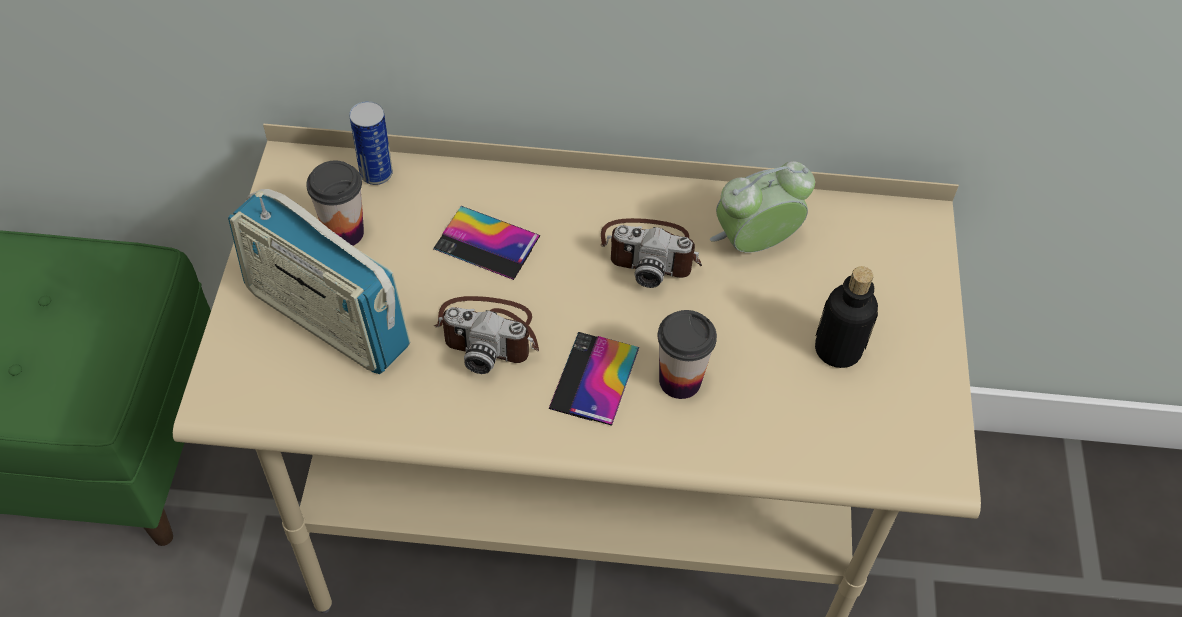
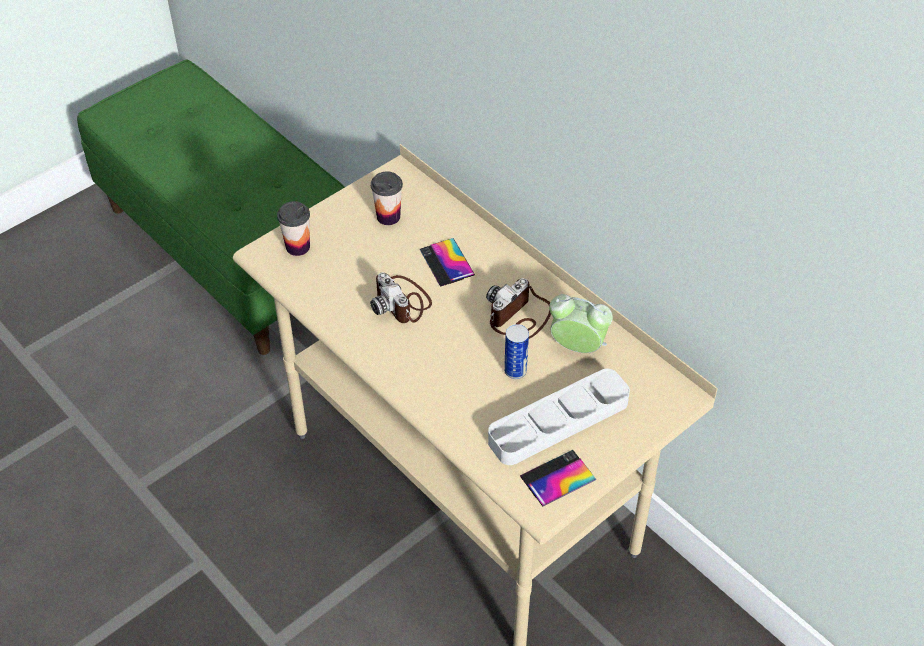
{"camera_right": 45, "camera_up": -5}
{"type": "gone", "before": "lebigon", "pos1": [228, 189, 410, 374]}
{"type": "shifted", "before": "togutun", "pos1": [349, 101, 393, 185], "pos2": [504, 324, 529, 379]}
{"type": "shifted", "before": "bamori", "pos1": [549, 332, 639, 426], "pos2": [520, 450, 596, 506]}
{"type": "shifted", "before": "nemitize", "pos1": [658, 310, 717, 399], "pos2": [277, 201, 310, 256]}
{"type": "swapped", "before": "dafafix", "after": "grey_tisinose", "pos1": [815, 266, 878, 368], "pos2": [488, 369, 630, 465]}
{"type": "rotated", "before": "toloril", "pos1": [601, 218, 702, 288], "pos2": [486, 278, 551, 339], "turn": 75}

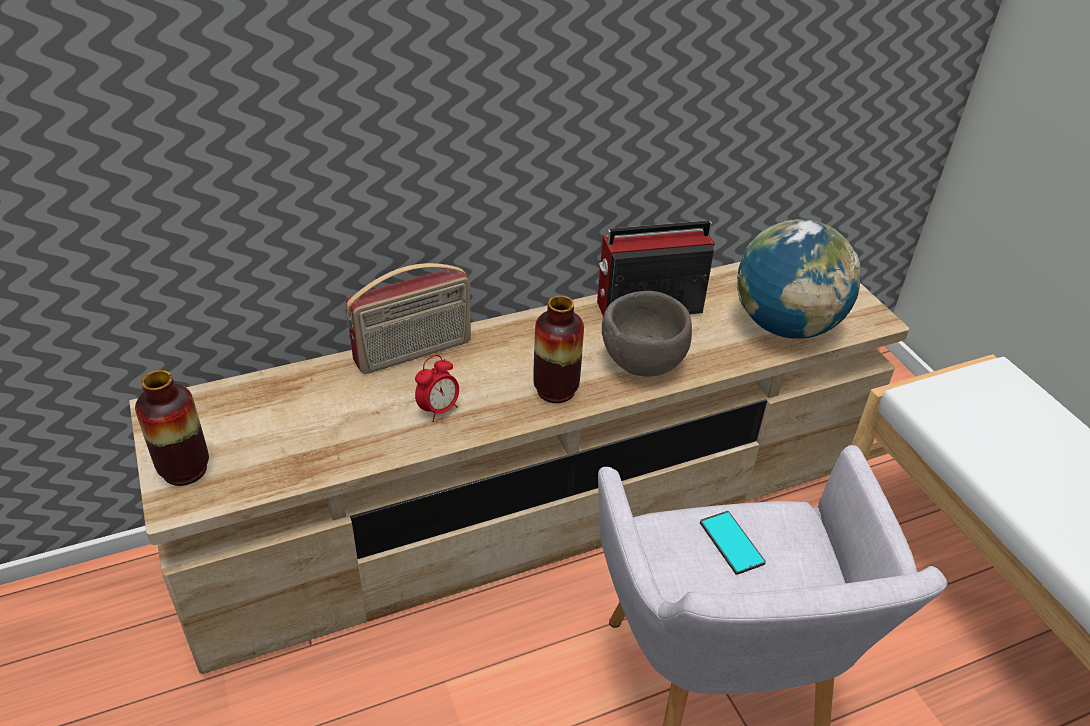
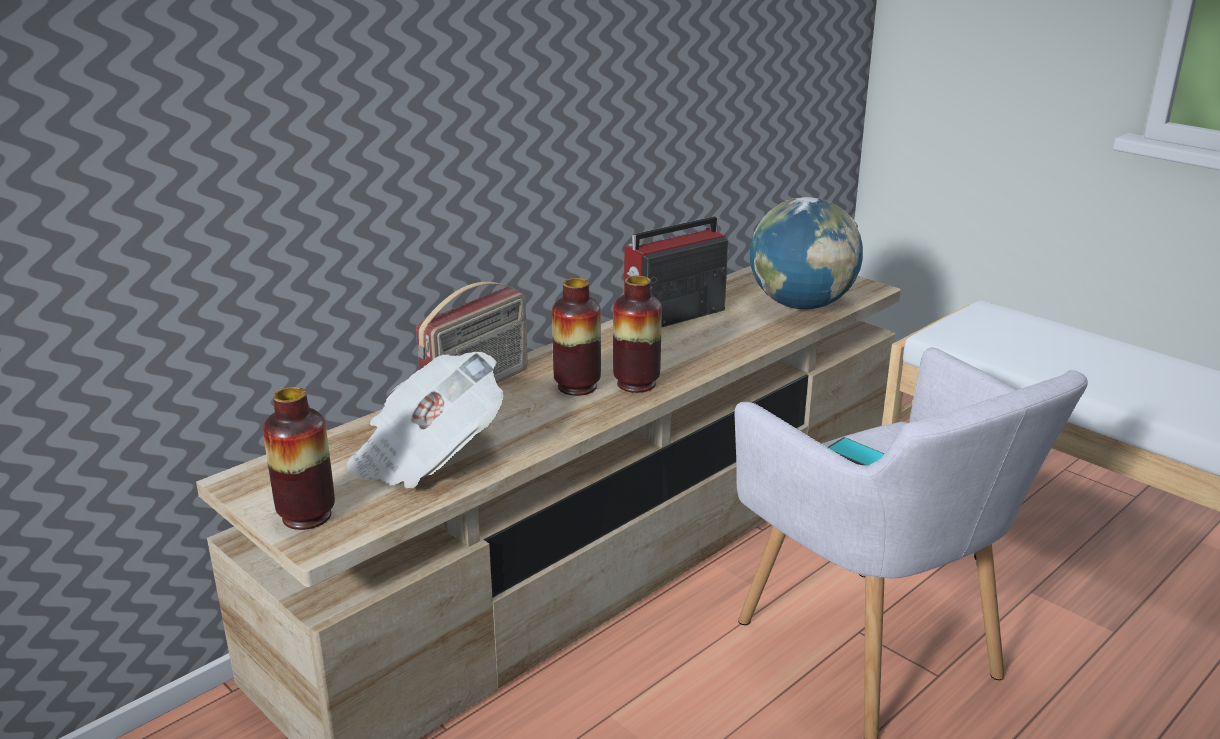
{"camera_right": -20, "camera_up": -15}
{"type": "gone", "before": "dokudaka", "pos1": [415, 355, 459, 422]}
{"type": "gone", "before": "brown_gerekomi", "pos1": [602, 291, 692, 377]}
{"type": "new", "after": "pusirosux", "pos2": [346, 352, 504, 488]}
{"type": "new", "after": "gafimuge", "pos2": [552, 278, 601, 396]}

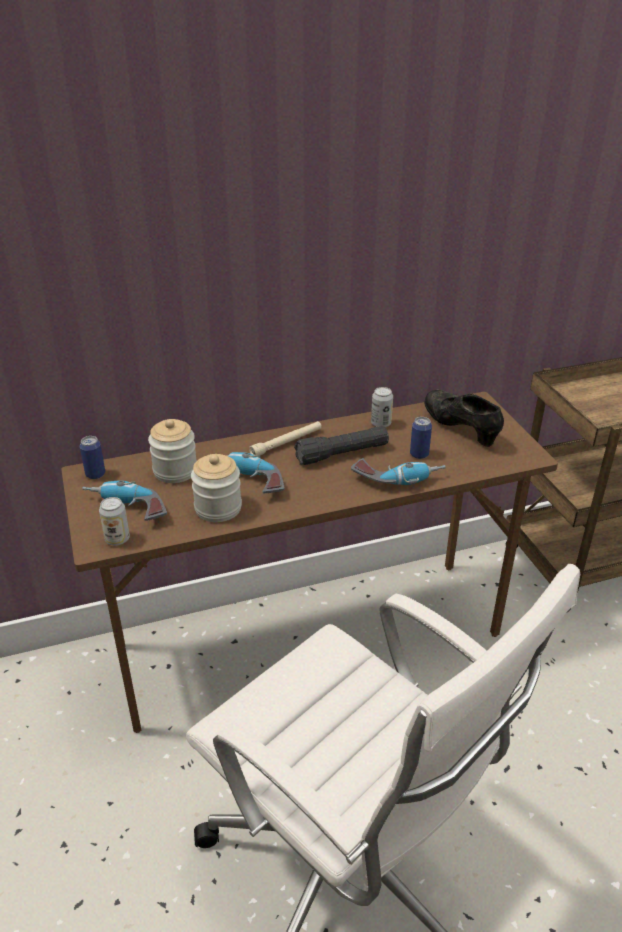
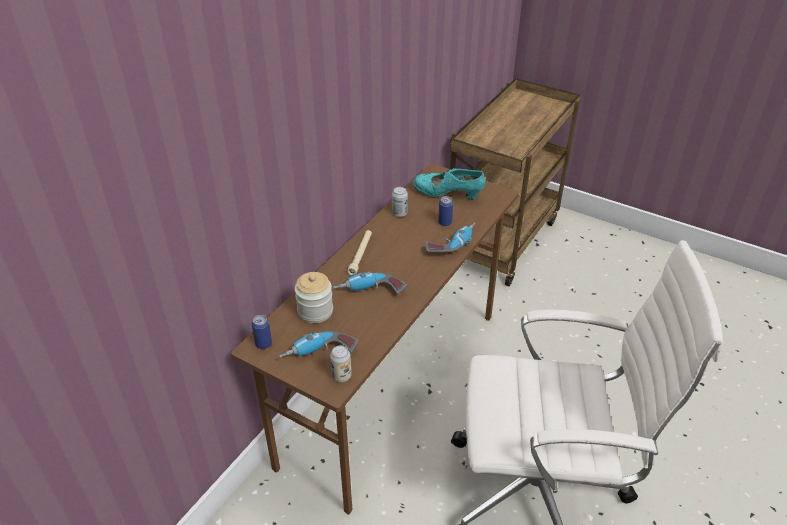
{"camera_right": -40, "camera_up": 5}
{"type": "gone", "before": "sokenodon", "pos1": [191, 454, 242, 522]}
{"type": "gone", "before": "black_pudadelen", "pos1": [294, 426, 389, 465]}
{"type": "repainted", "before": "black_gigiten", "after": "turquoise_gigiten", "pos1": [424, 390, 504, 447], "pos2": [413, 168, 485, 200]}

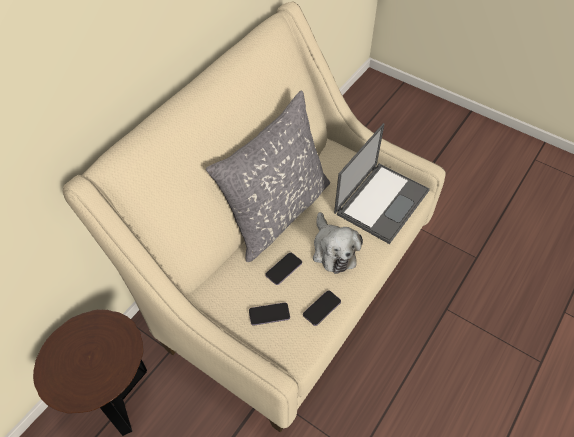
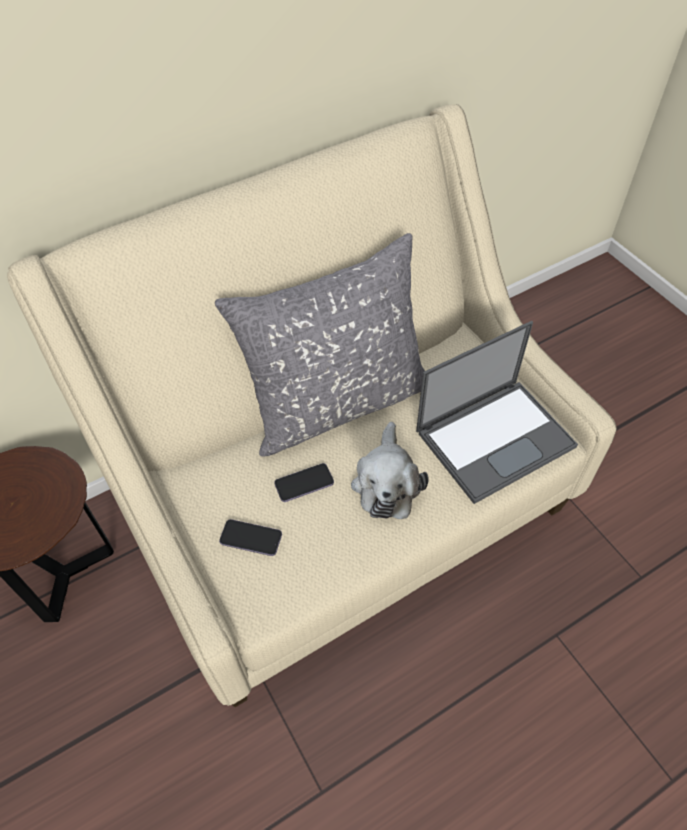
{"camera_right": 25, "camera_up": 0}
{"type": "gone", "before": "bamori", "pos1": [303, 290, 341, 326]}

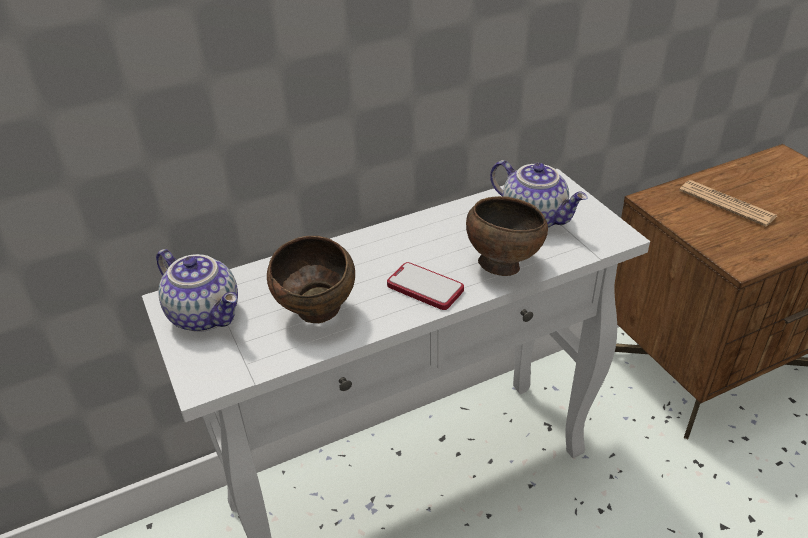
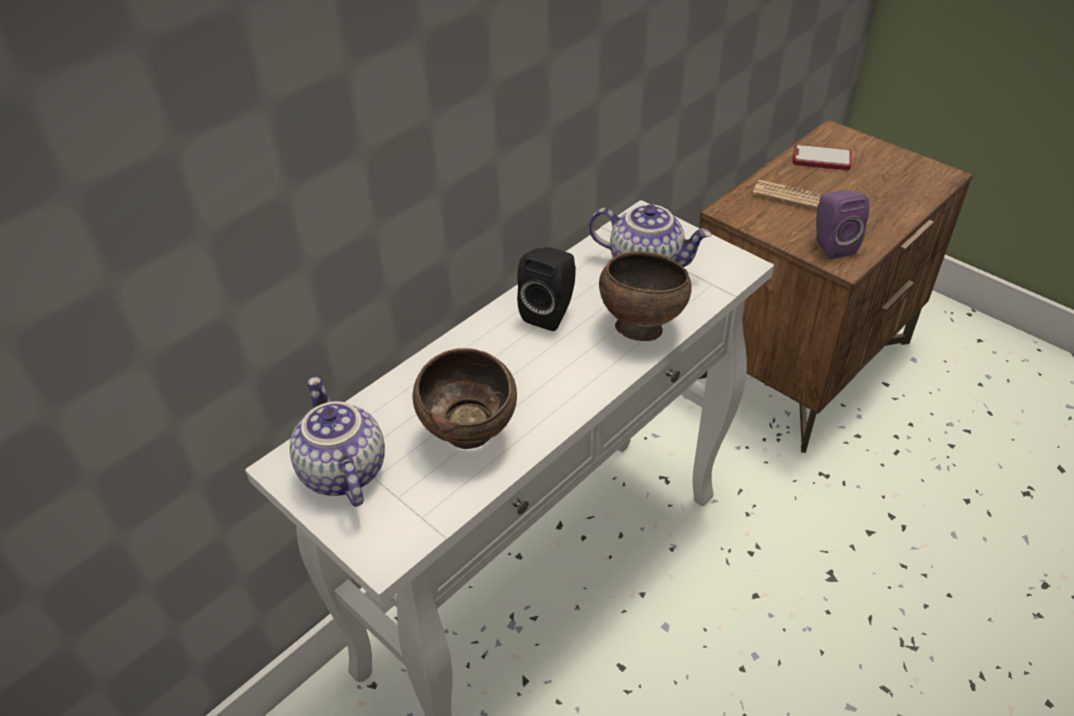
{"camera_right": -20, "camera_up": 5}
{"type": "new", "after": "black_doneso", "pos2": [517, 247, 576, 331]}
{"type": "new", "after": "purple_doneso", "pos2": [816, 190, 869, 259]}
{"type": "shifted", "before": "bamori", "pos1": [387, 262, 464, 310], "pos2": [793, 145, 852, 170]}
{"type": "rotated", "before": "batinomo", "pos1": [156, 249, 238, 332], "pos2": [290, 377, 385, 507], "turn": -135}

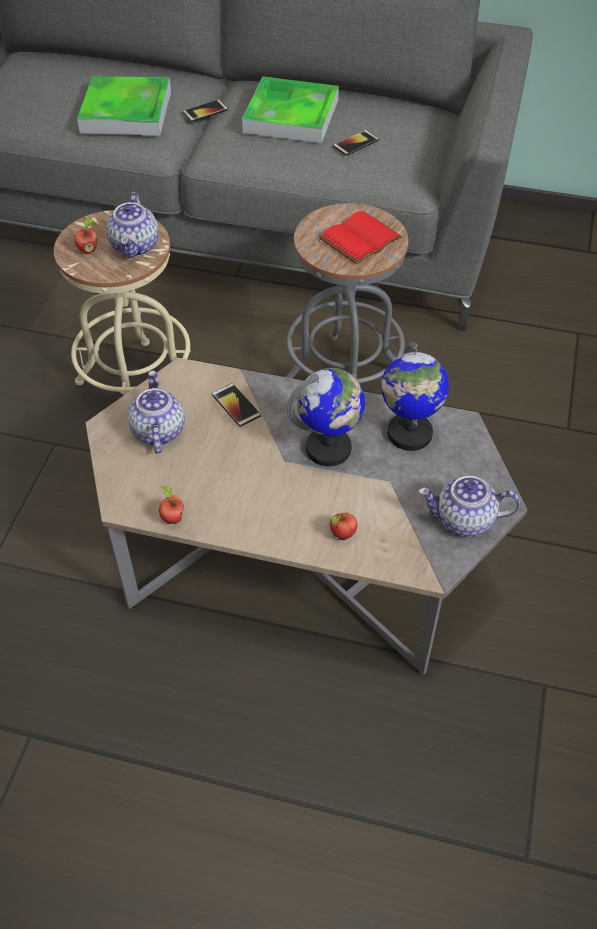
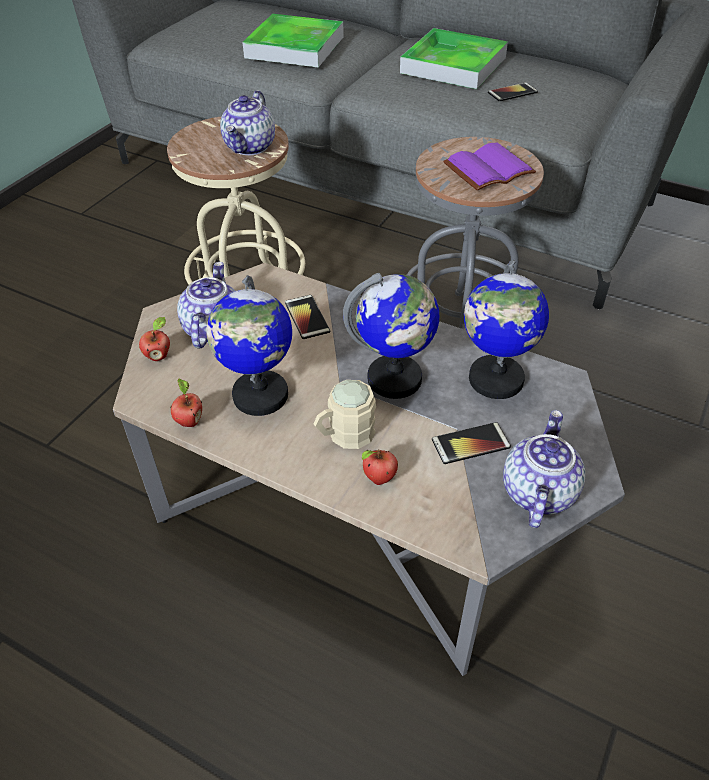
{"camera_right": 15, "camera_up": -5}
{"type": "new", "after": "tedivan", "pos2": [206, 275, 292, 416]}
{"type": "new", "after": "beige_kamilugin", "pos2": [313, 380, 376, 449]}
{"type": "shifted", "before": "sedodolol", "pos1": [74, 217, 98, 254], "pos2": [139, 317, 170, 361]}
{"type": "shifted", "before": "bamori", "pos1": [182, 100, 228, 122], "pos2": [432, 422, 511, 464]}
{"type": "repainted", "before": "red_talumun", "after": "purple_talumun", "pos1": [319, 211, 402, 264], "pos2": [443, 143, 536, 191]}
{"type": "rotated", "before": "batinomo", "pos1": [419, 476, 520, 537], "pos2": [503, 410, 586, 528], "turn": 90}

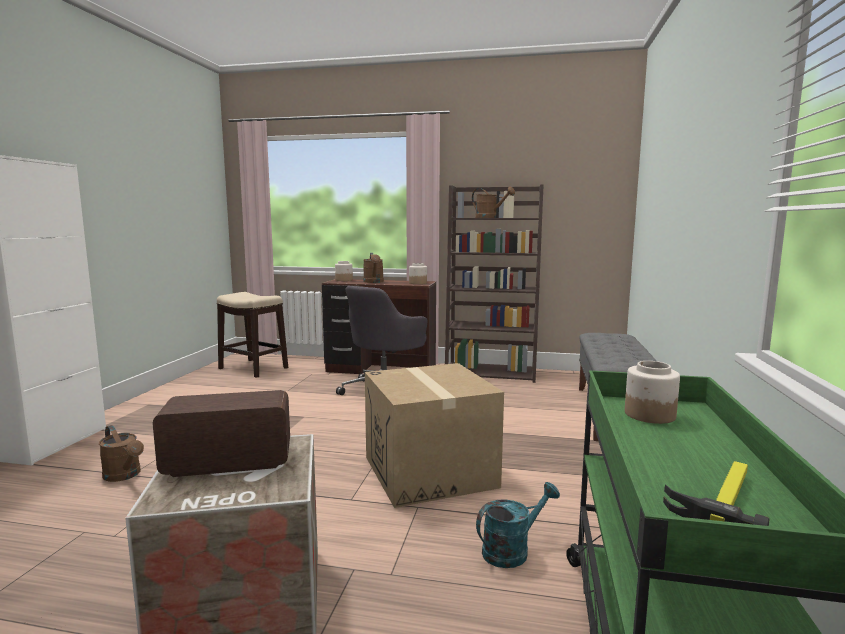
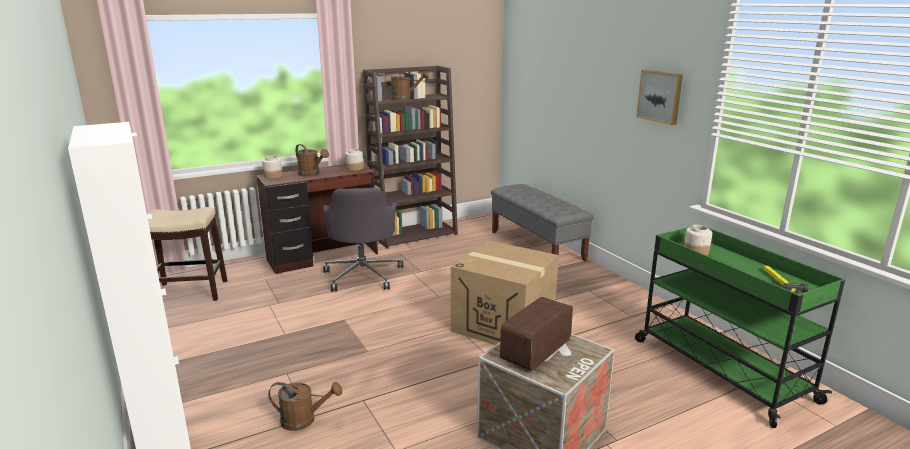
{"camera_right": -40, "camera_up": 10}
{"type": "gone", "before": "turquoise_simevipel", "pos1": [476, 482, 560, 568]}
{"type": "new", "after": "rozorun", "pos2": [636, 70, 683, 125]}

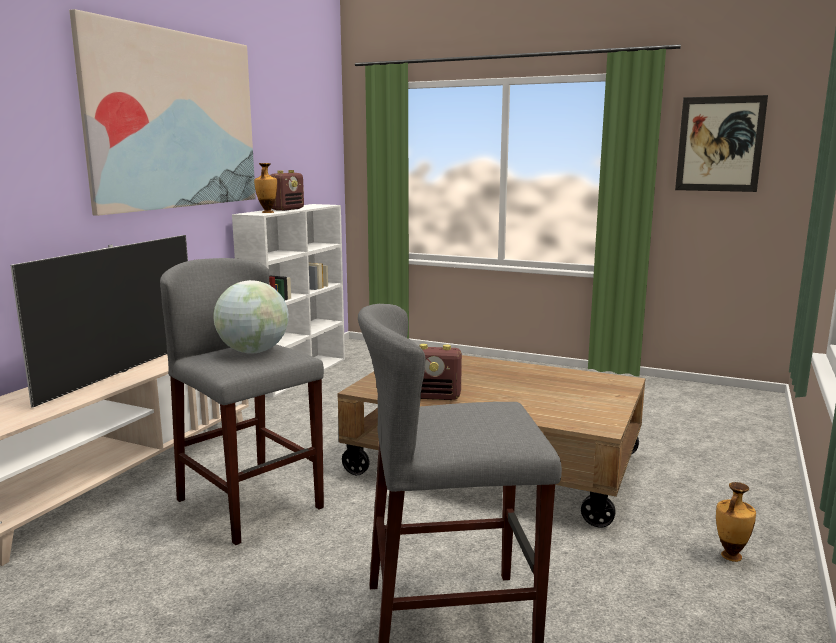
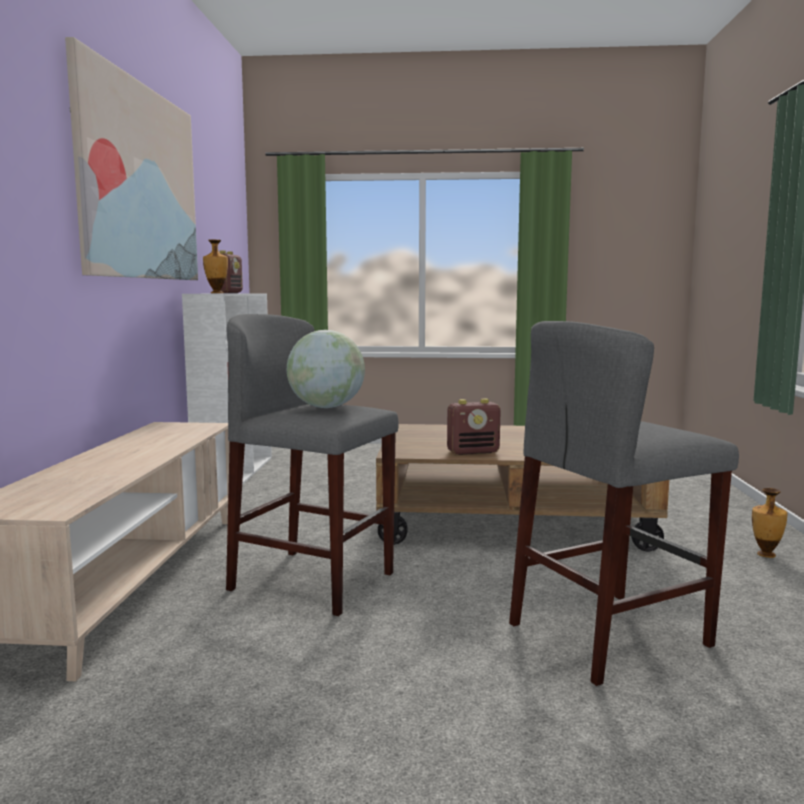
{"camera_right": -20, "camera_up": -5}
{"type": "gone", "before": "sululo", "pos1": [10, 235, 188, 408]}
{"type": "gone", "before": "rozorun", "pos1": [675, 95, 768, 192]}

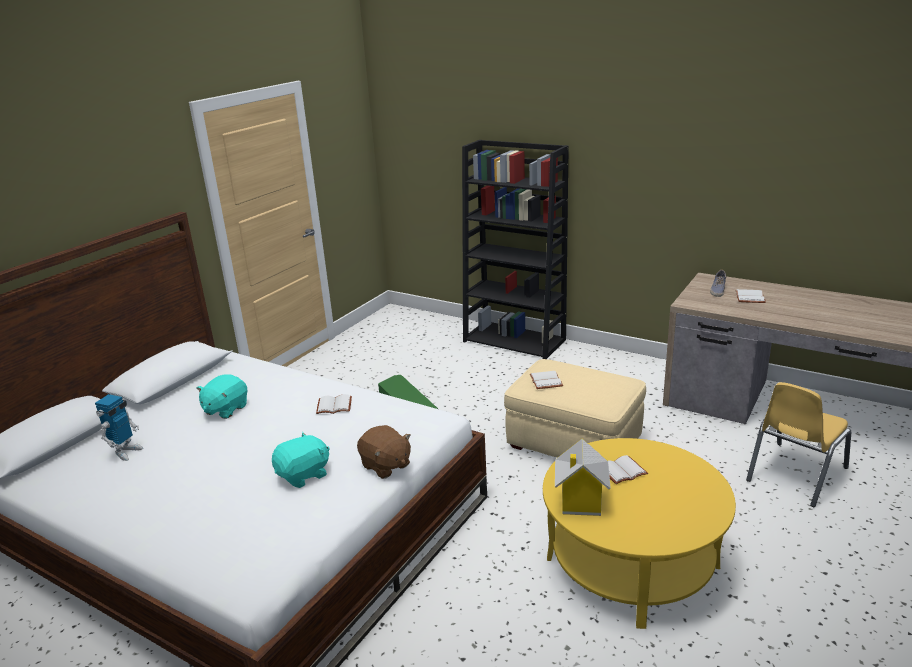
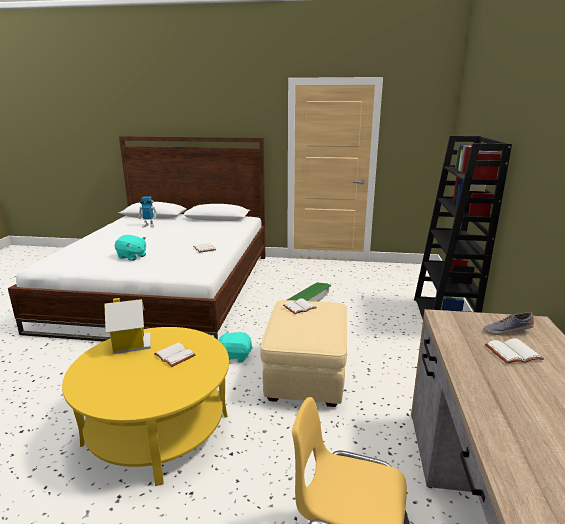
{"camera_right": 65, "camera_up": -5}
{"type": "gone", "before": "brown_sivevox", "pos1": [357, 425, 411, 479]}
{"type": "shifted", "before": "turquoise_sivevox", "pos1": [196, 374, 248, 419], "pos2": [219, 331, 252, 363]}

